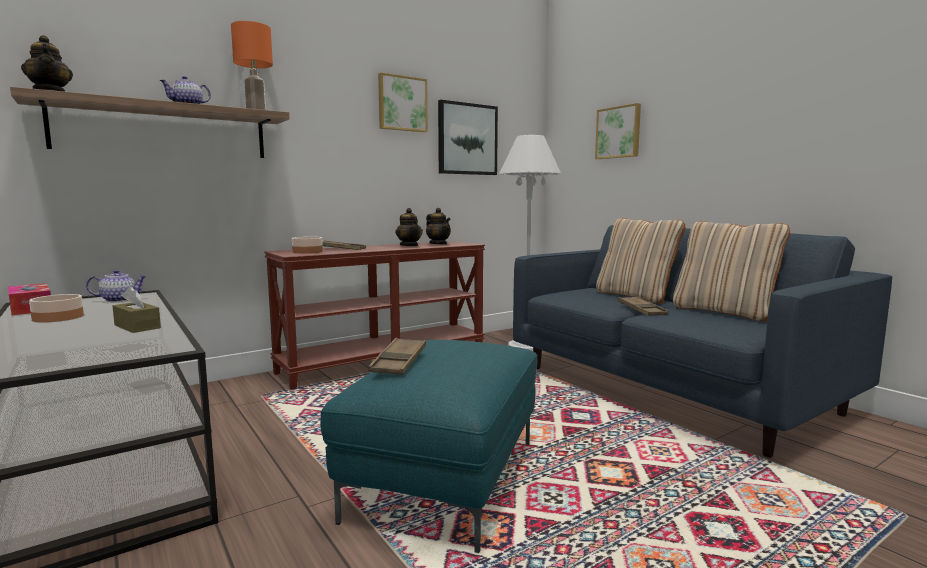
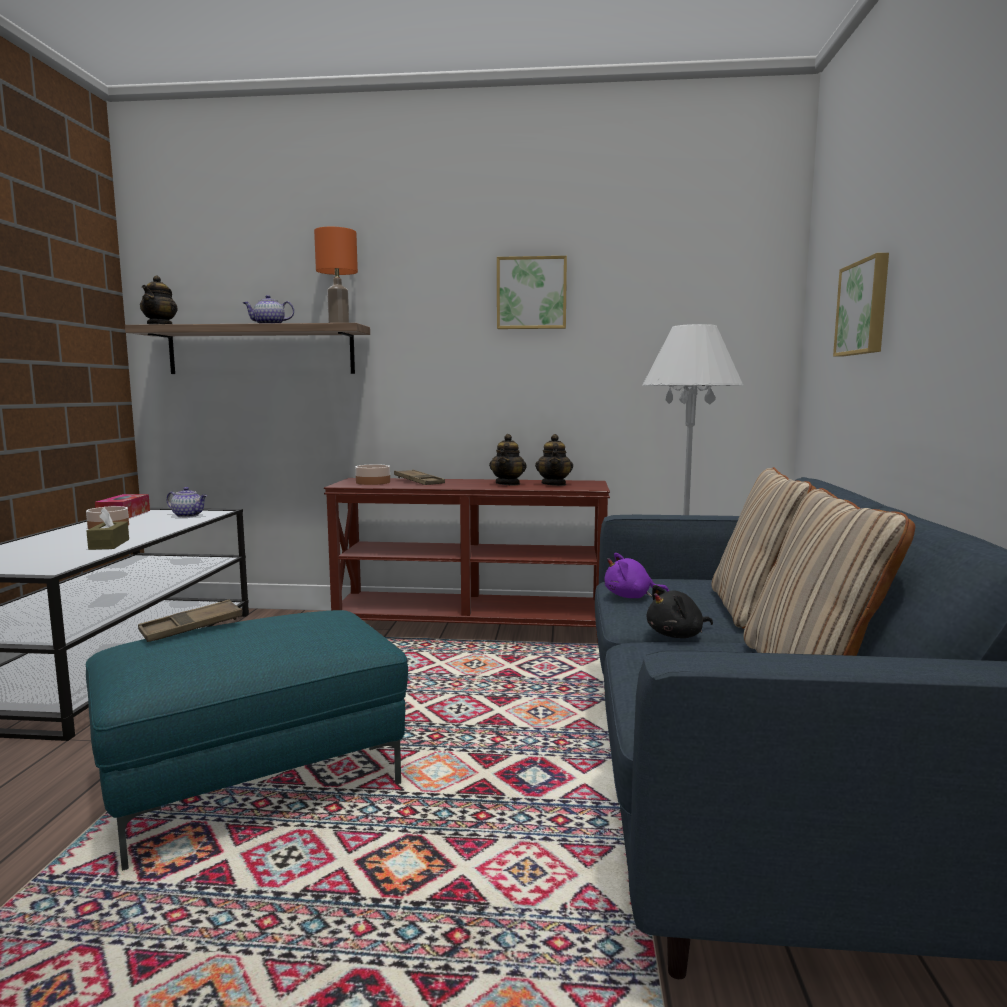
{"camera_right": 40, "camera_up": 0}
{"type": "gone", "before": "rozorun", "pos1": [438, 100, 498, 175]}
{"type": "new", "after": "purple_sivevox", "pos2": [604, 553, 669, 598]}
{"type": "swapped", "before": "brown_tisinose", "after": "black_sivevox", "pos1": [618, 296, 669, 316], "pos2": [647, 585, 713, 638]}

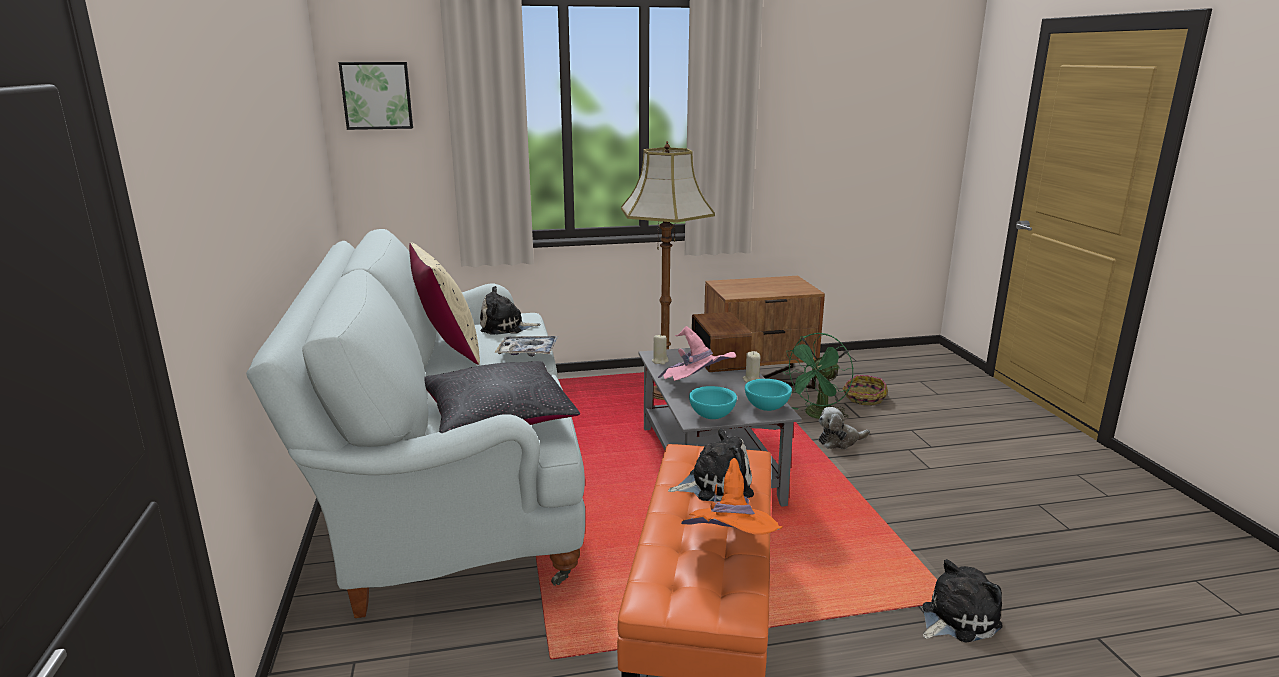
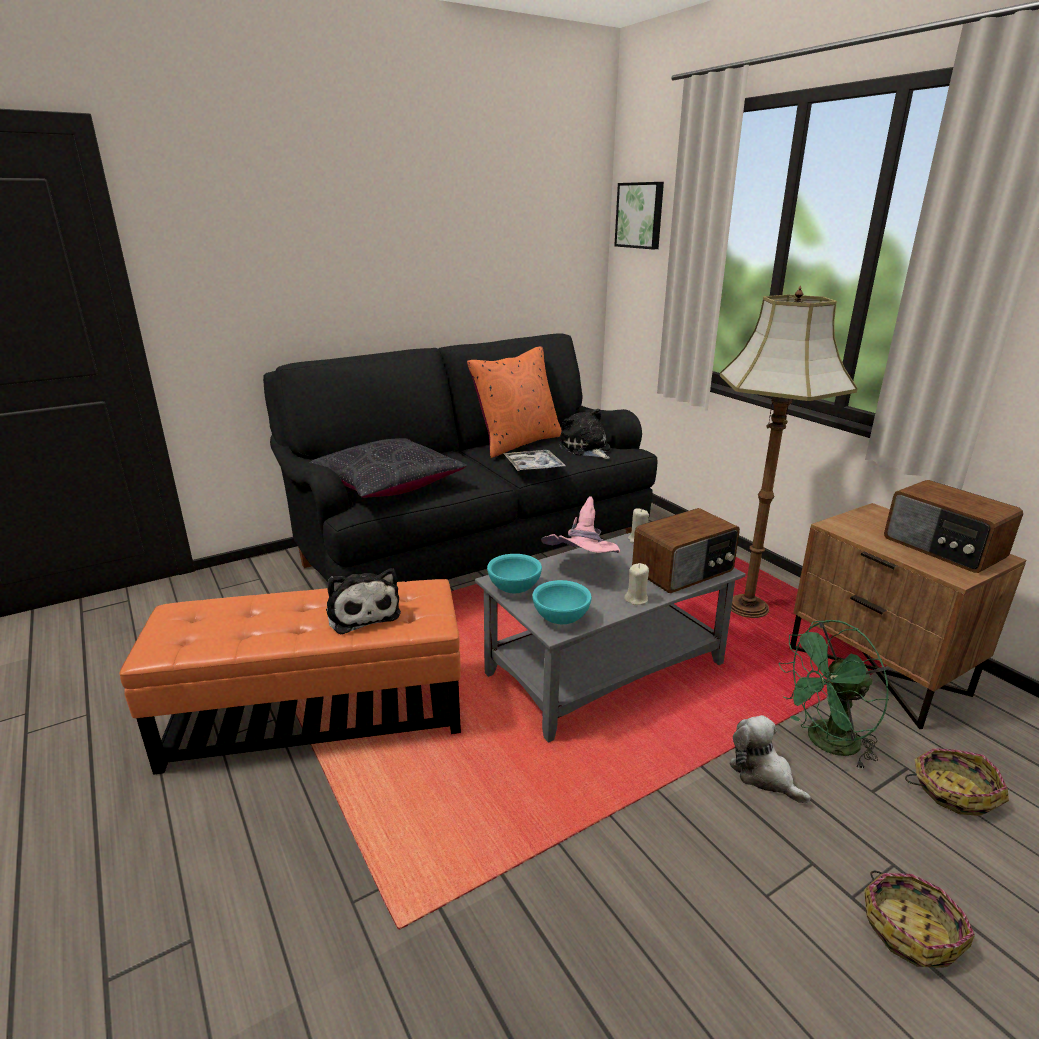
{"camera_right": 70, "camera_up": 5}
{"type": "gone", "before": "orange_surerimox", "pos1": [681, 458, 783, 535]}
{"type": "gone", "before": "sivevox", "pos1": [922, 559, 1003, 642]}
{"type": "new", "after": "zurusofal", "pos2": [864, 871, 975, 968]}
{"type": "new", "after": "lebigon", "pos2": [884, 480, 1023, 573]}
{"type": "repainted", "before": "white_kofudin", "after": "black_kofudin", "pos1": [246, 229, 585, 618], "pos2": [263, 334, 657, 582]}
{"type": "repainted", "before": "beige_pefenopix", "after": "orange_pefenopix", "pos1": [409, 243, 480, 365], "pos2": [467, 346, 561, 458]}
{"type": "rotated", "before": "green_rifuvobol", "pos1": [782, 333, 854, 422], "pos2": [779, 620, 889, 771], "turn": -45}

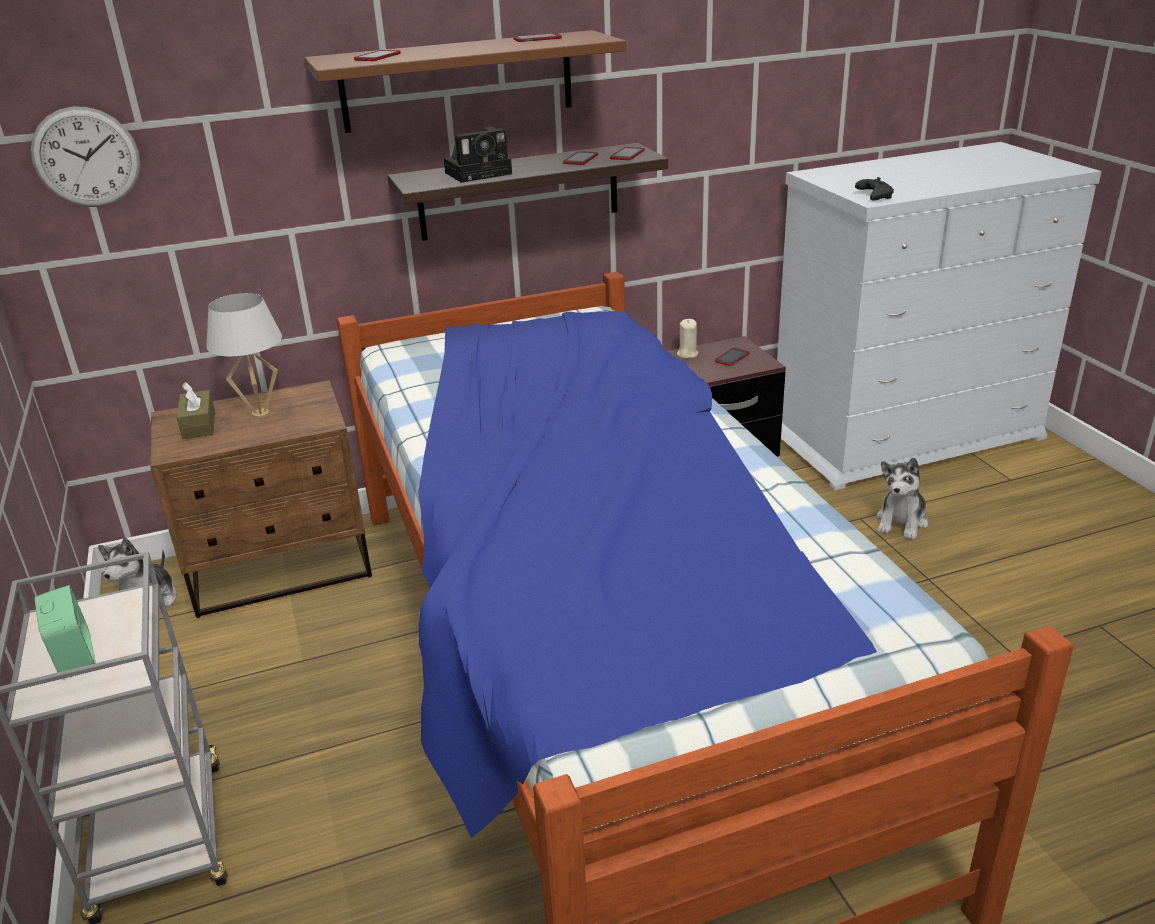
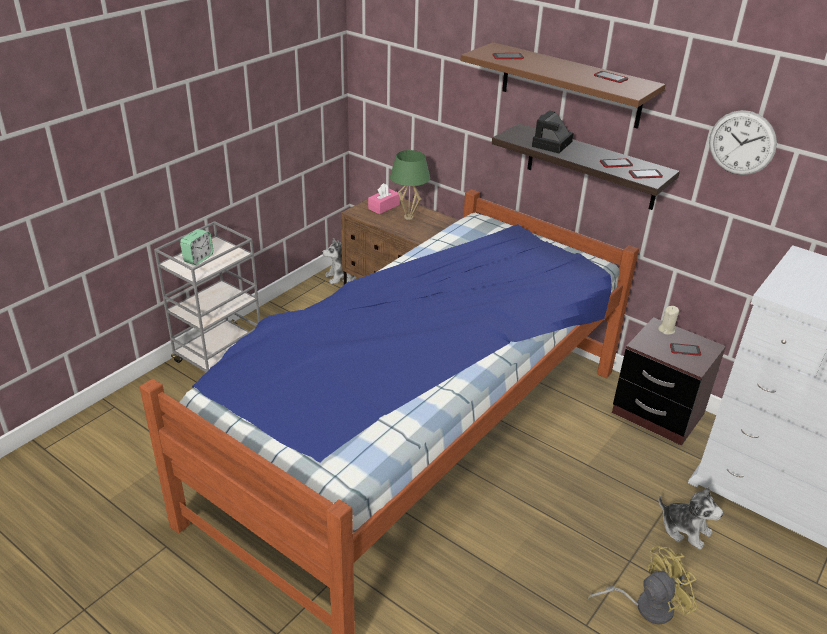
{"camera_right": 55, "camera_up": 5}
{"type": "gone", "before": "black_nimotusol", "pos1": [855, 177, 894, 200]}
{"type": "new", "after": "yellow_rifuvobol", "pos2": [588, 546, 697, 624]}
{"type": "shifted", "before": "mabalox", "pos1": [31, 106, 140, 207], "pos2": [709, 110, 777, 175]}
{"type": "repainted", "before": "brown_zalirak", "after": "pink_zalirak", "pos1": [177, 382, 215, 439], "pos2": [368, 183, 400, 214]}
{"type": "repainted", "before": "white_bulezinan", "after": "green_bulezinan", "pos1": [206, 293, 282, 418], "pos2": [390, 150, 430, 220]}
{"type": "rotated", "before": "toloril", "pos1": [444, 127, 512, 183], "pos2": [532, 110, 574, 153], "turn": 90}
{"type": "rotated", "before": "sivevox", "pos1": [876, 458, 928, 540], "pos2": [659, 486, 723, 550], "turn": -135}

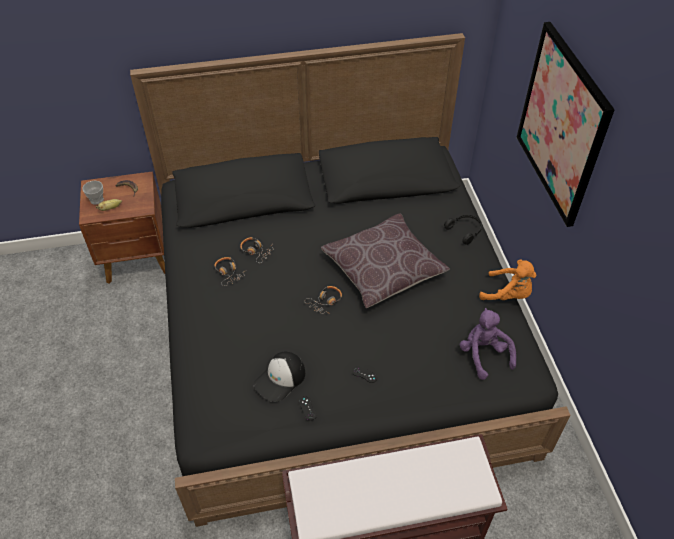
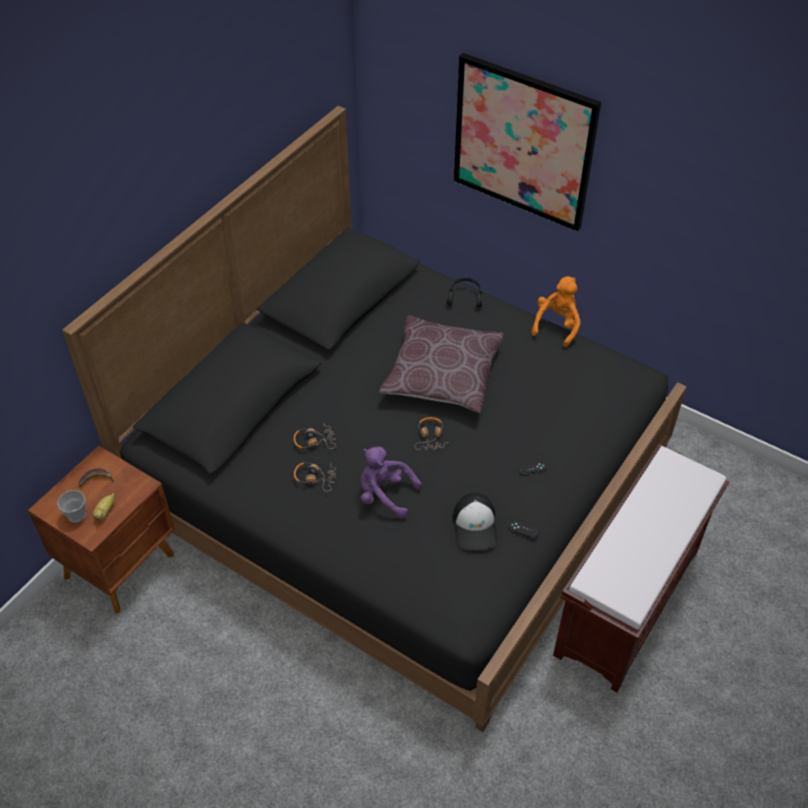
{"camera_right": -45, "camera_up": 0}
{"type": "shifted", "before": "purple_sivevox", "pos1": [460, 308, 516, 380], "pos2": [361, 447, 422, 519]}
{"type": "rotated", "before": "orange_sivevox", "pos1": [479, 260, 537, 300], "pos2": [531, 276, 581, 347], "turn": -45}

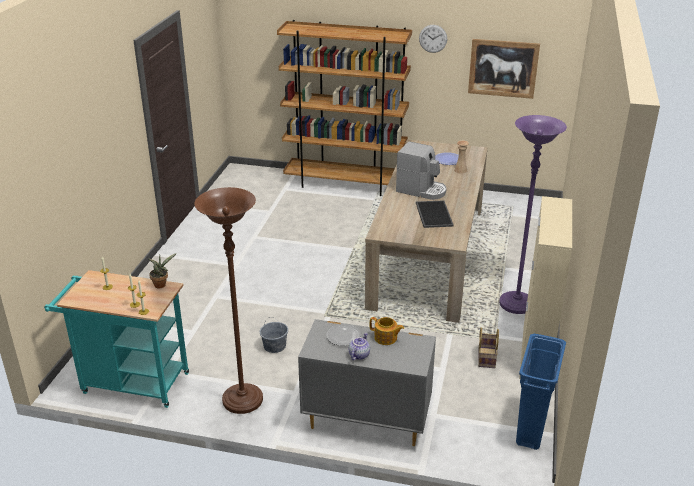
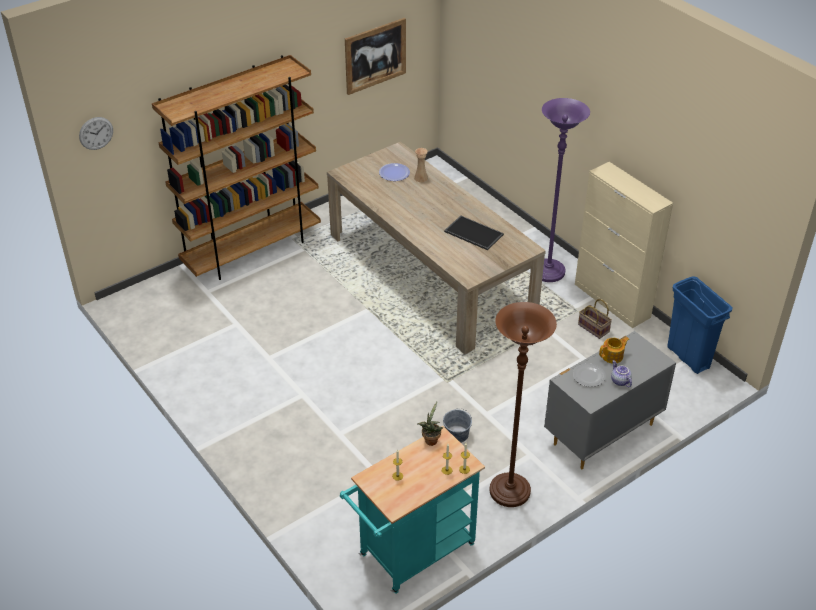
{"camera_right": -50, "camera_up": 10}
{"type": "gone", "before": "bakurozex", "pos1": [396, 142, 447, 200]}
{"type": "shifted", "before": "mabalox", "pos1": [419, 25, 447, 53], "pos2": [79, 117, 113, 150]}

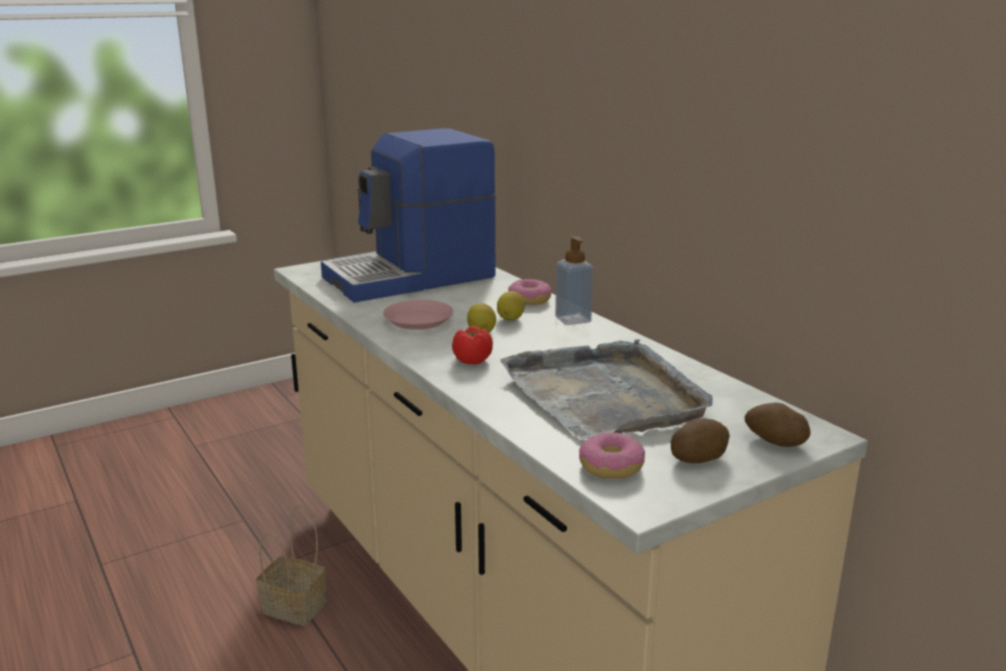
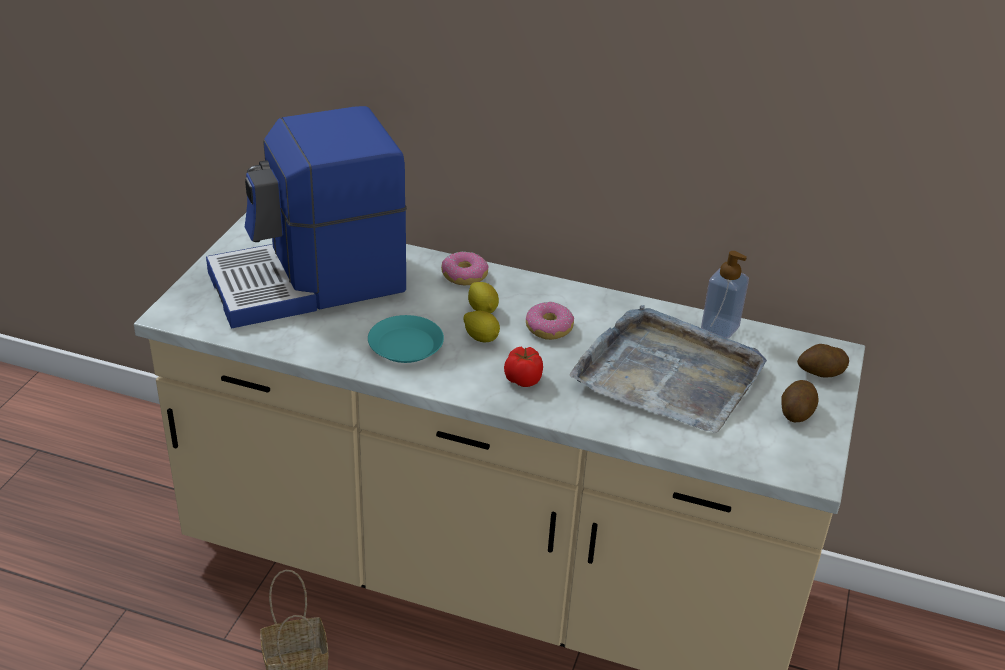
{"camera_right": -40, "camera_up": 15}
{"type": "shifted", "before": "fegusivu", "pos1": [555, 236, 593, 325], "pos2": [701, 251, 749, 339]}
{"type": "shifted", "before": "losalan", "pos1": [579, 432, 645, 479], "pos2": [526, 302, 574, 340]}
{"type": "repainted", "before": "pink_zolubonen", "after": "turquoise_zolubonen", "pos1": [383, 300, 453, 330], "pos2": [368, 315, 444, 363]}
{"type": "rotated", "before": "bakurozex", "pos1": [321, 128, 496, 303], "pos2": [206, 106, 407, 328], "turn": 45}

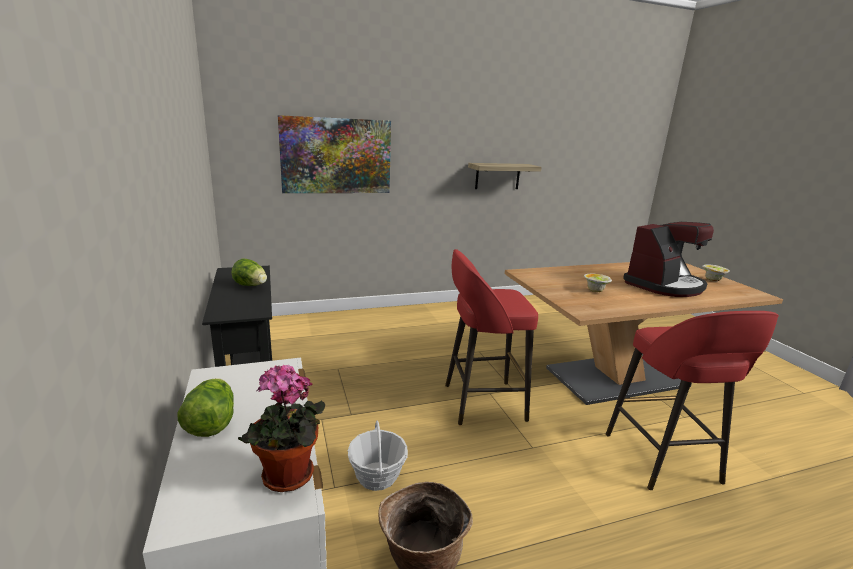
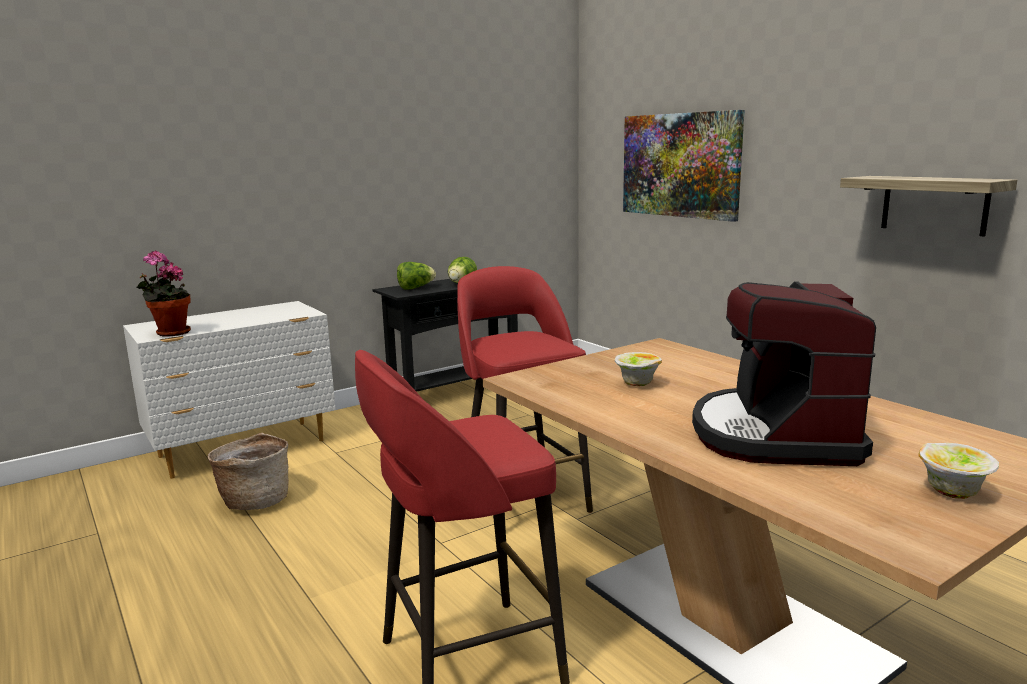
{"camera_right": 75, "camera_up": -5}
{"type": "gone", "before": "zurusofal", "pos1": [348, 421, 408, 491]}
{"type": "shifted", "before": "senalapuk", "pos1": [178, 378, 234, 437], "pos2": [397, 262, 436, 289]}
{"type": "rotated", "before": "bakurozex", "pos1": [623, 222, 714, 297], "pos2": [692, 281, 876, 466], "turn": 60}

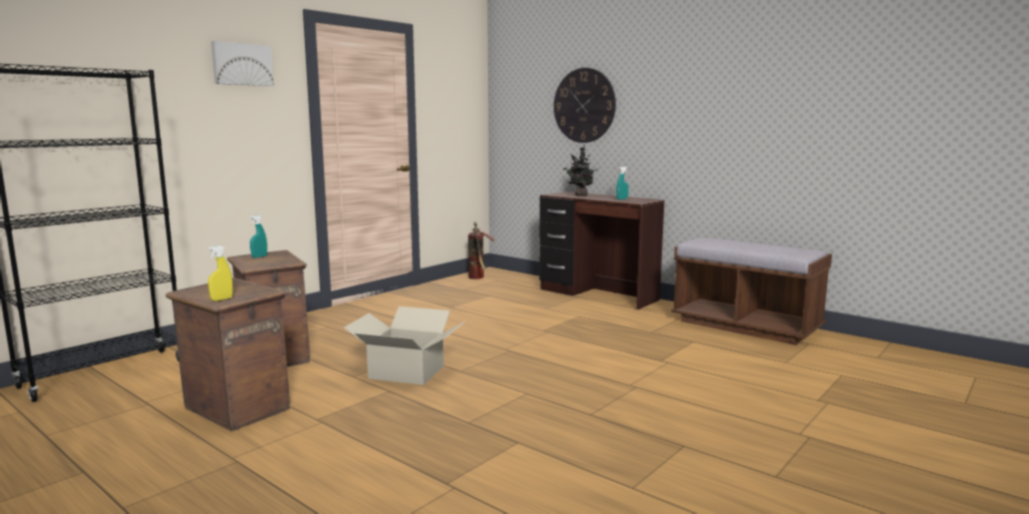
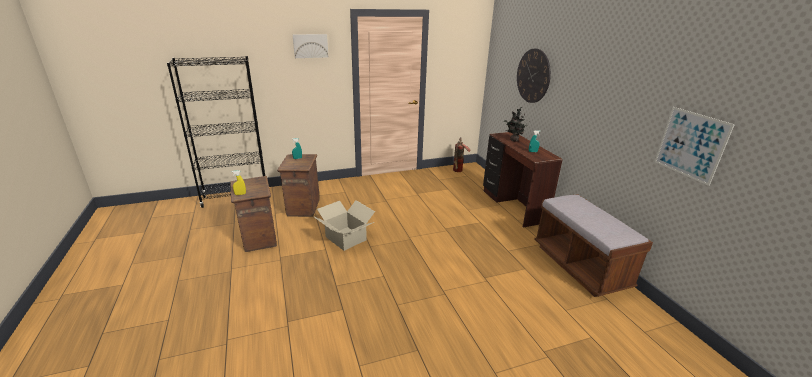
{"camera_right": 30, "camera_up": 15}
{"type": "new", "after": "rozorun", "pos2": [655, 107, 735, 186]}

